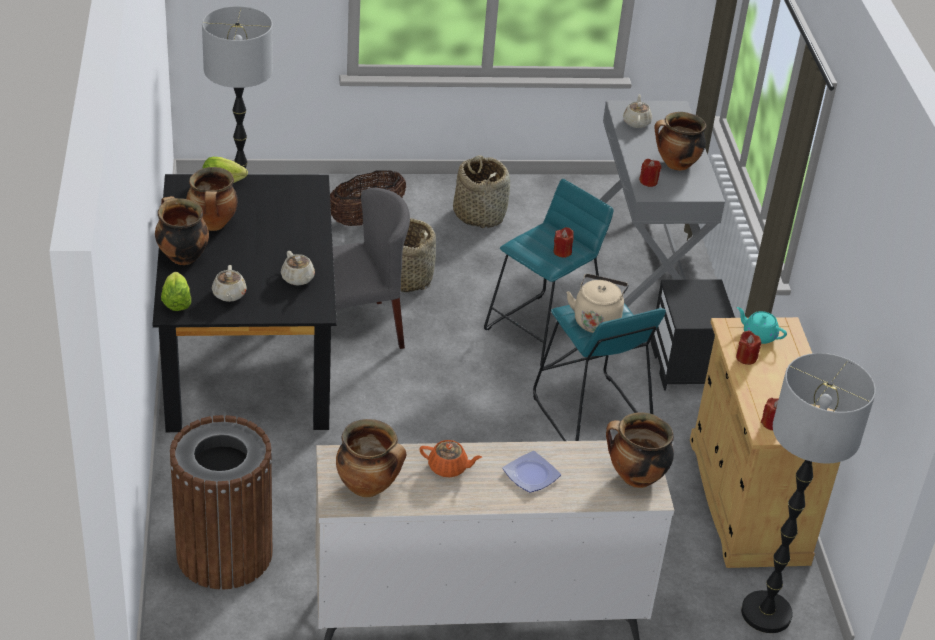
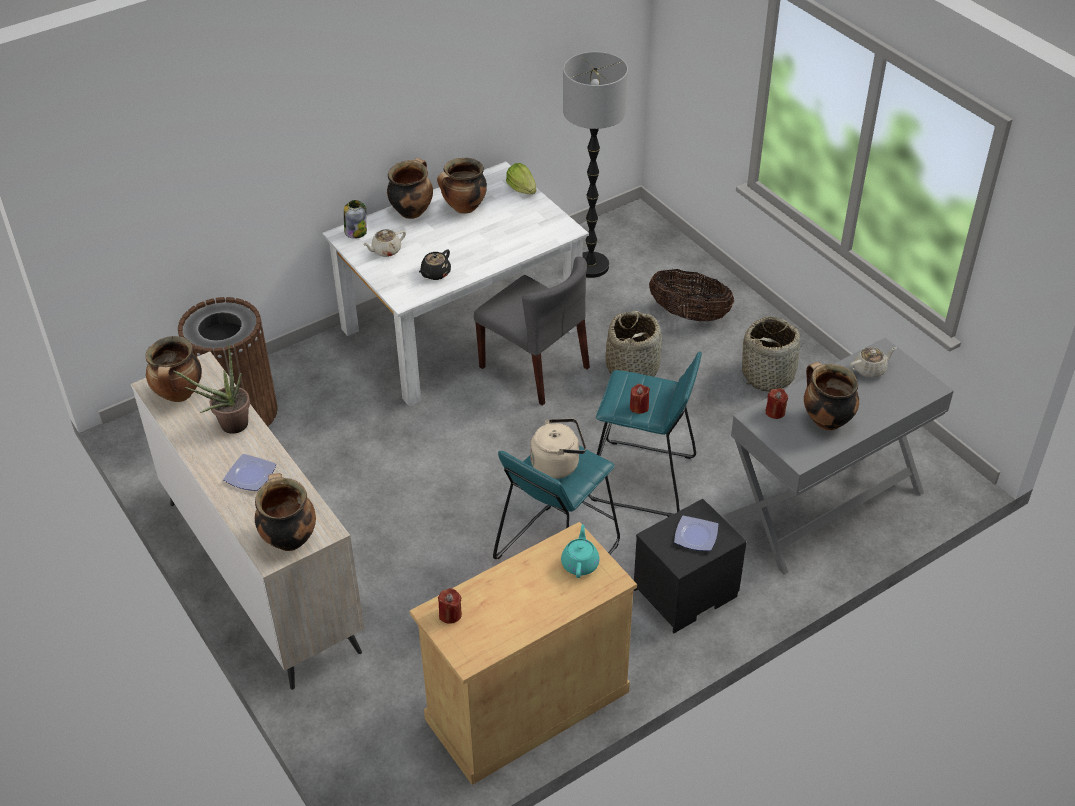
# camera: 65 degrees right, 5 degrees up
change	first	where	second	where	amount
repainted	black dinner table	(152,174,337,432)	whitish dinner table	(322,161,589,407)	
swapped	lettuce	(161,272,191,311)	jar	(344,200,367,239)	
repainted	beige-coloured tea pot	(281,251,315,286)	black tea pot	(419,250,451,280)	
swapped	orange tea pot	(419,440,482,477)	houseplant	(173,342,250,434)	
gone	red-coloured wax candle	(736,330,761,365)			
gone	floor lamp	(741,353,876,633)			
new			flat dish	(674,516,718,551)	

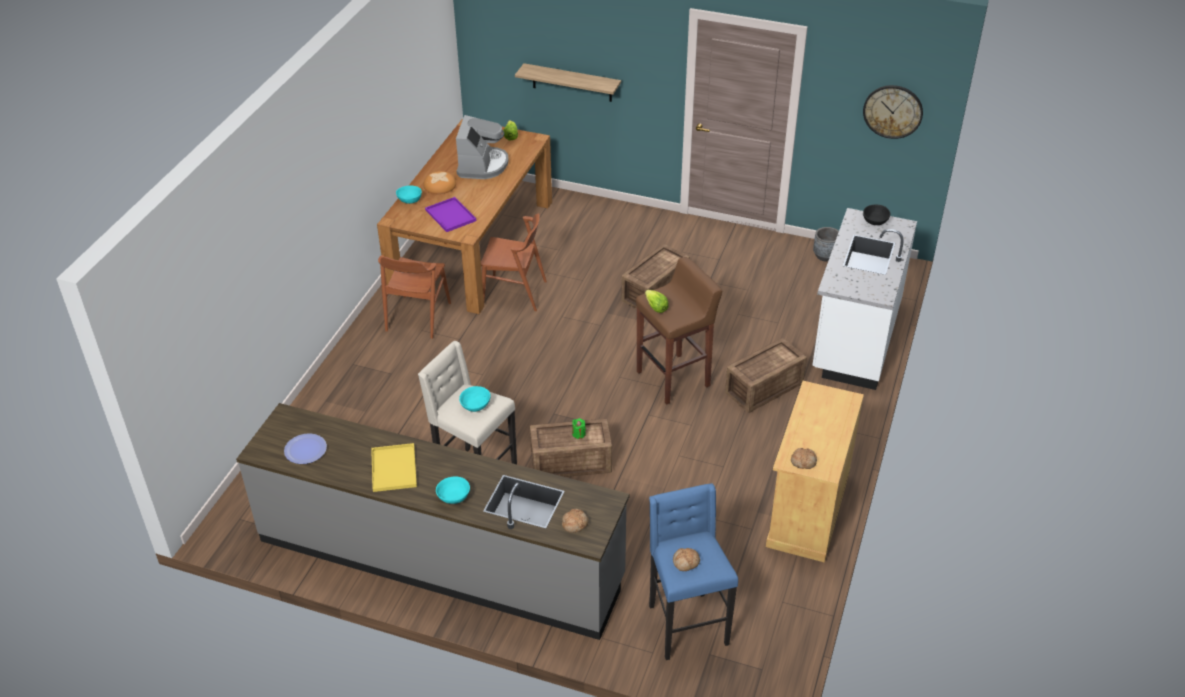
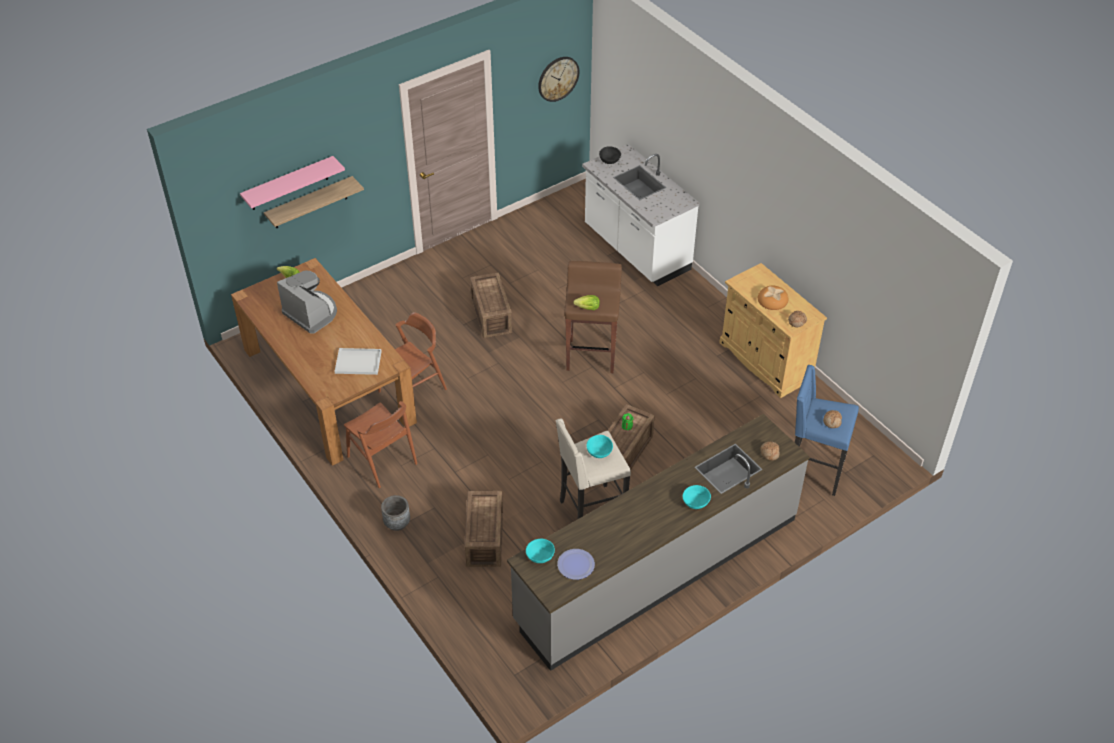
# camera: 55 degrees left, 5 degrees up
change	first	where	second	where	amount
gone	yellowish carrying tray	(371,443,417,492)			
shifted	blue-green bowl	(396,185,422,204)		(526,539,555,563)	
shifted	baked bread	(423,171,456,194)		(758,286,788,310)	
repainted	purple carrying tray	(425,197,476,232)	whitish carrying tray	(335,348,382,375)	
shifted	shipping crate	(725,338,807,413)		(464,491,503,567)	
shifted	gray plant pot	(813,227,839,262)		(381,495,410,531)	
new			pink-coloured shelf	(240,156,345,210)	

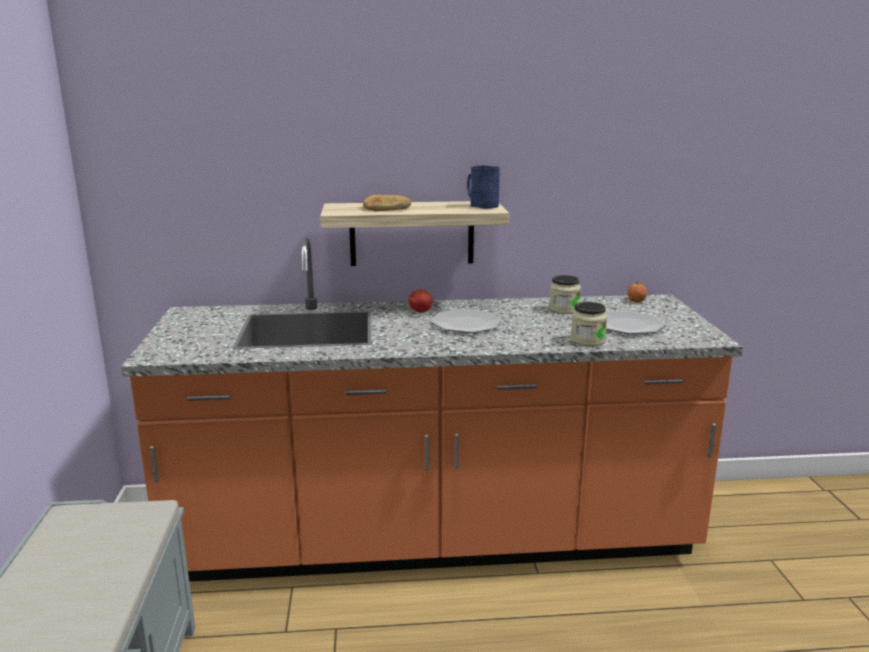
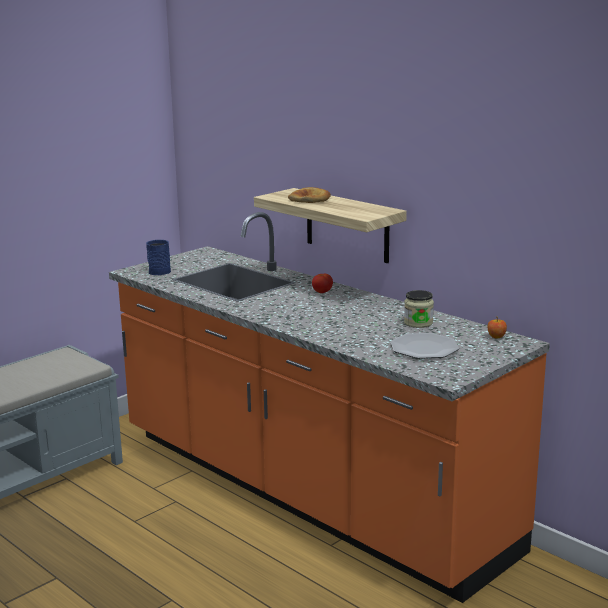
# camera: 50 degrees right, 0 degrees up
change	first	where	second	where	amount
gone	flat dish	(431,309,502,333)			
shifted	blue-coloured tea mug	(467,165,500,209)		(146,240,171,275)	
gone	jar	(571,302,607,346)			

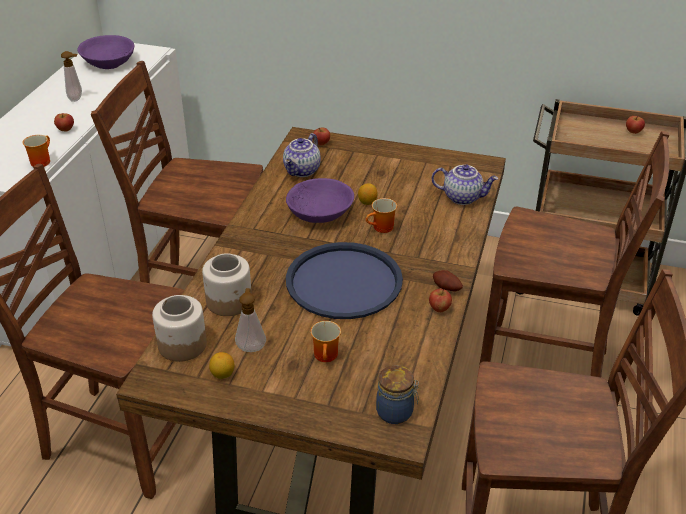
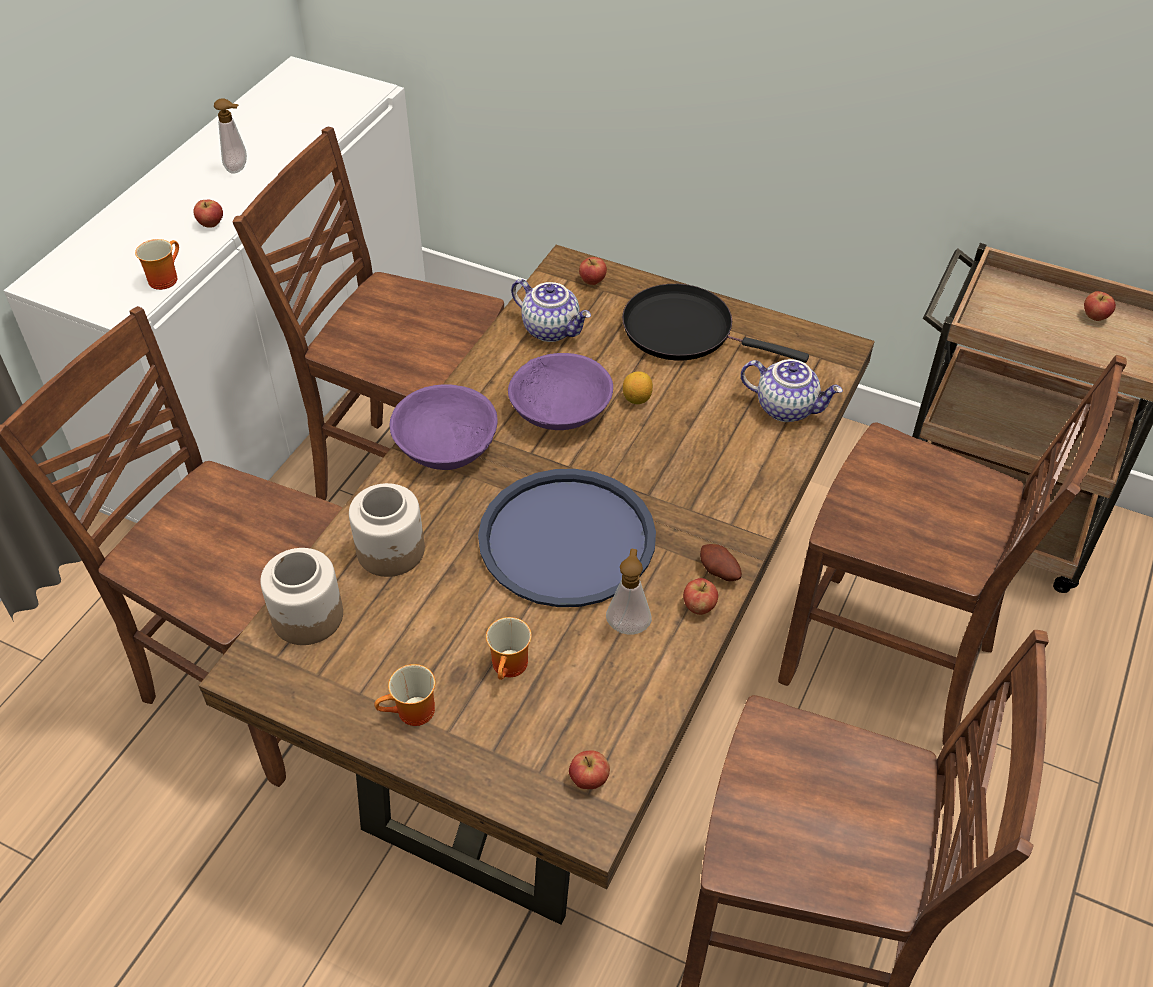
# camera: 10 degrees right, 10 degrees up
change	first	where	second	where	amount
shifted	purple bowl	(77,35,134,69)		(390,384,498,470)	
gone	citrus fruit	(209,352,235,379)			
shifted	liquid soap bottle	(235,288,266,352)		(606,549,652,634)	
rotated	tea pot	(283,133,321,177)		(511,279,591,342)	90 degrees counterclockwise
shifted	tea mug	(366,198,397,233)		(374,664,435,726)	
swapped	jar	(376,365,419,424)	apple fruit	(569,751,610,789)	
new			black pan	(622,284,809,363)	

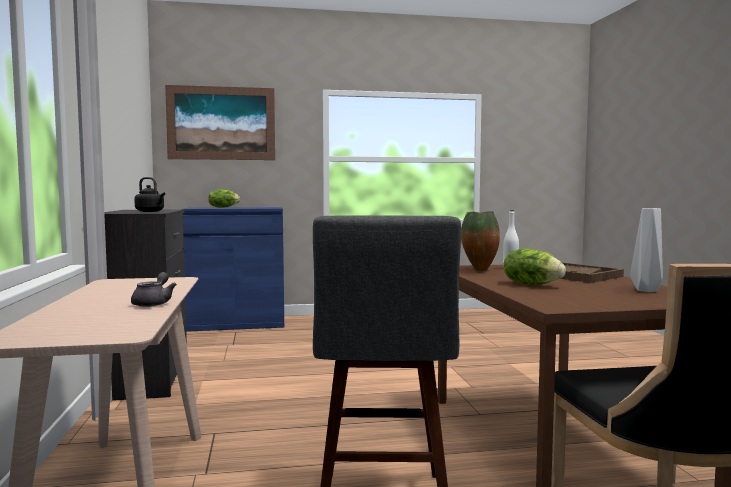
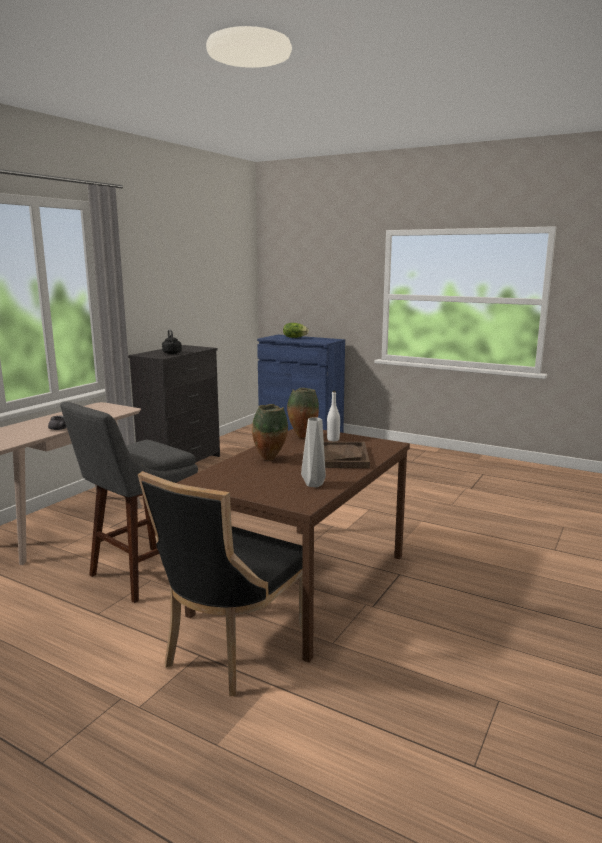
# camera: 40 degrees right, 10 degrees up
change	first	where	second	where	amount
gone	picture	(165,85,275,160)			
swapped	lettuce	(504,248,566,285)	decorative vase	(252,404,288,460)	

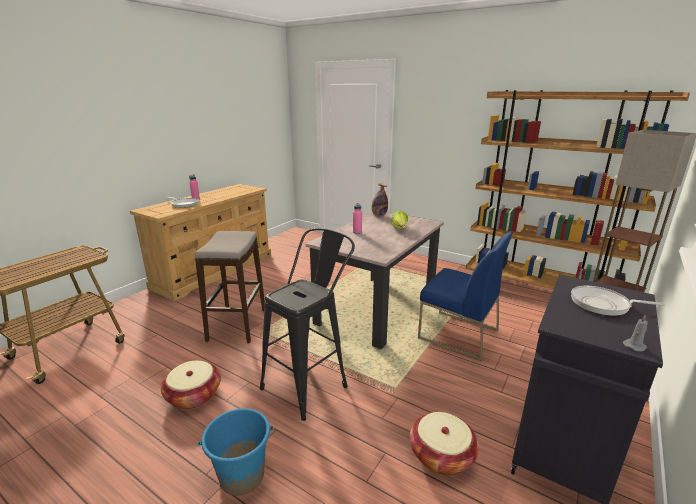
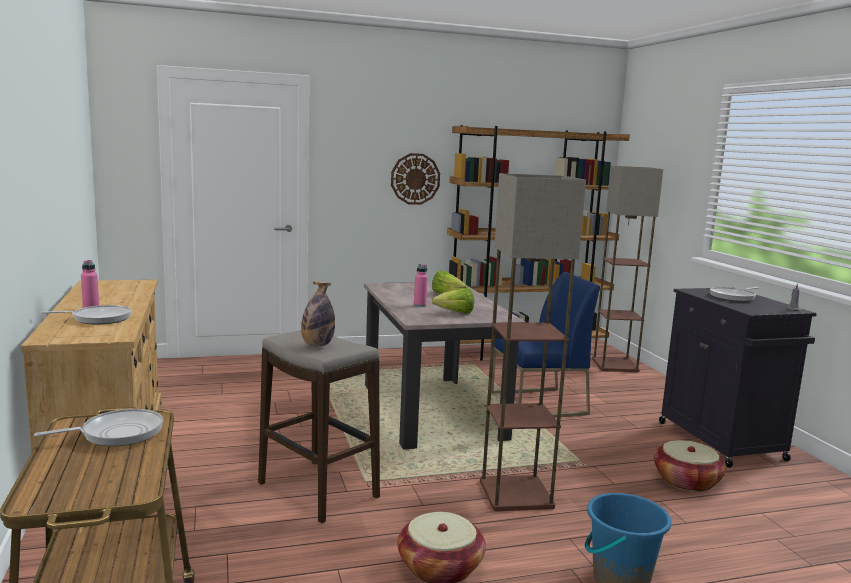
# camera: 50 degrees left, 10 degrees down
change	first	where	second	where	amount
swapped	black stool seat	(260,228,355,421)	floor lamp	(480,173,586,511)	
shifted	bottle	(372,184,388,216)		(301,281,335,346)	
new			pan	(34,409,163,446)	
new			clock on the wall	(391,153,440,205)	
new			lettuce	(432,288,474,314)	

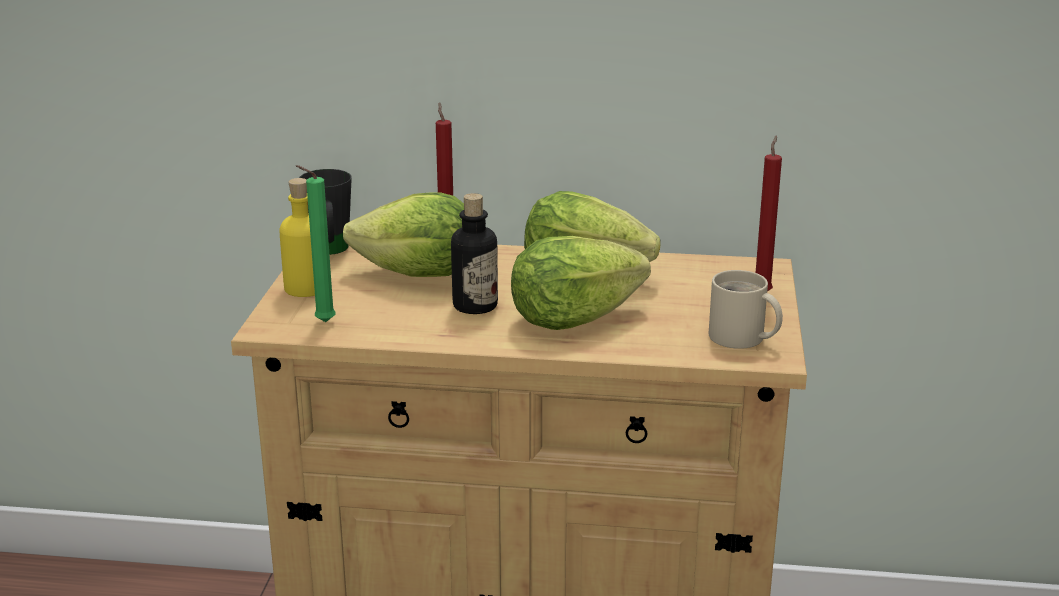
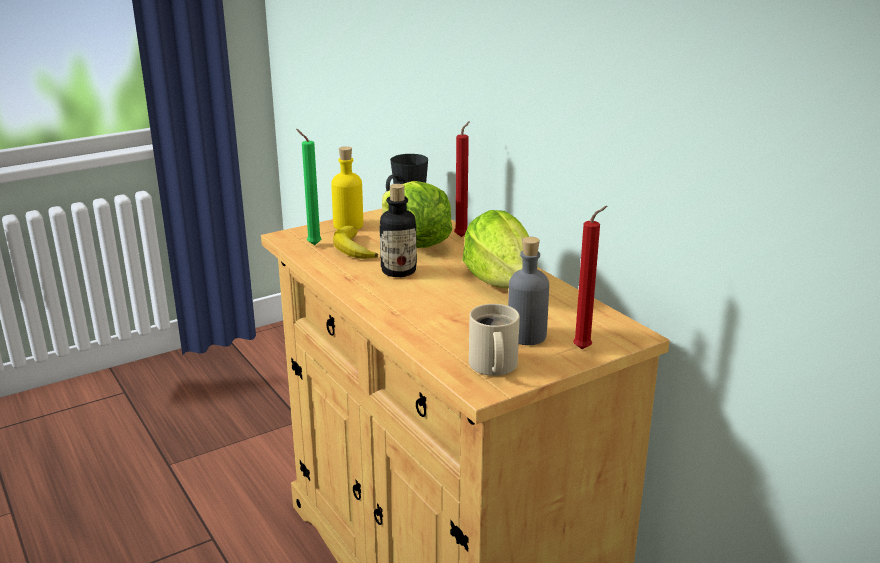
# camera: 50 degrees right, 0 degrees up
change	first	where	second	where	amount
gone	lettuce	(511,236,651,330)			
new			banana	(333,226,378,259)	
new			gray bottle	(508,237,549,345)	

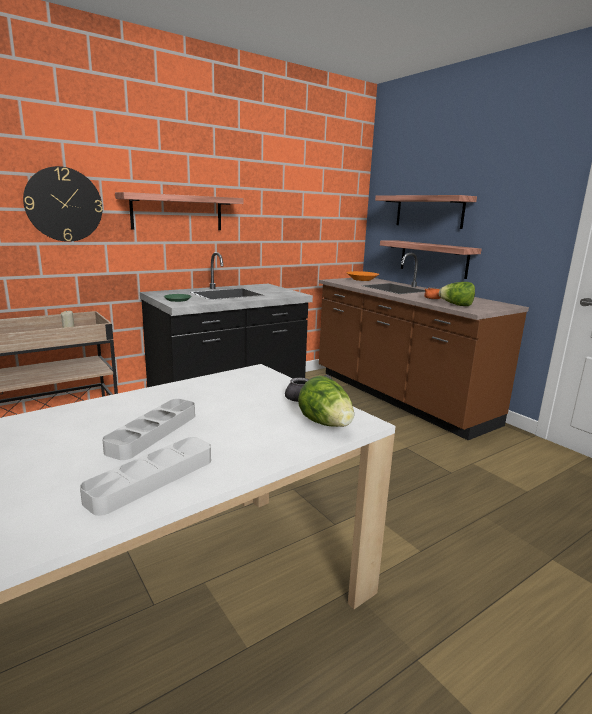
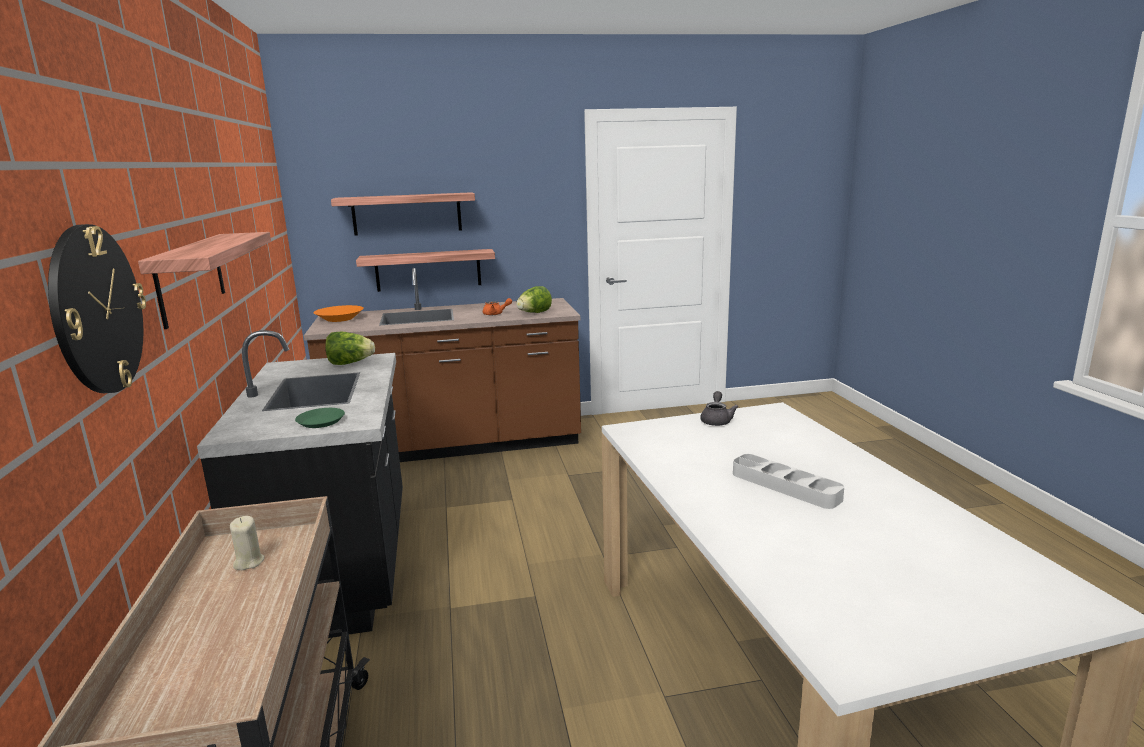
# camera: 65 degrees left, 0 degrees up
change	first	where	second	where	amount
gone	gray carrying tray	(80,437,211,516)			
shifted	lettuce	(298,376,354,427)		(325,332,375,365)	

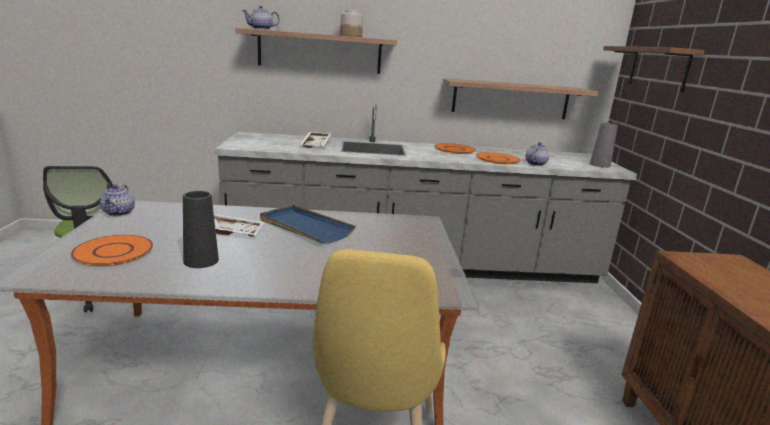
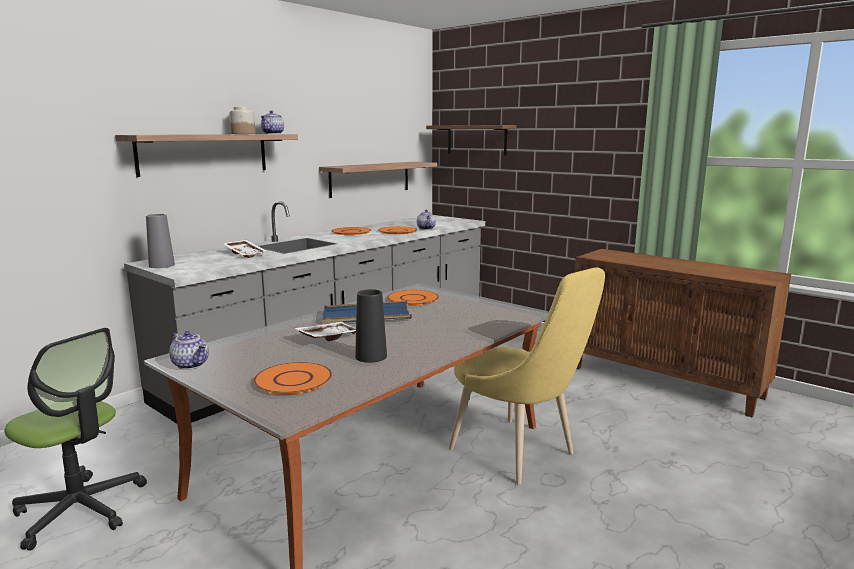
# camera: 45 degrees left, 5 degrees down
change	first	where	second	where	amount
shifted	tea pot	(242,6,280,30)		(261,111,284,134)	
shifted	gray decorative vase	(590,123,618,168)		(146,214,175,268)	
new			orange flat dish	(387,290,439,306)	

